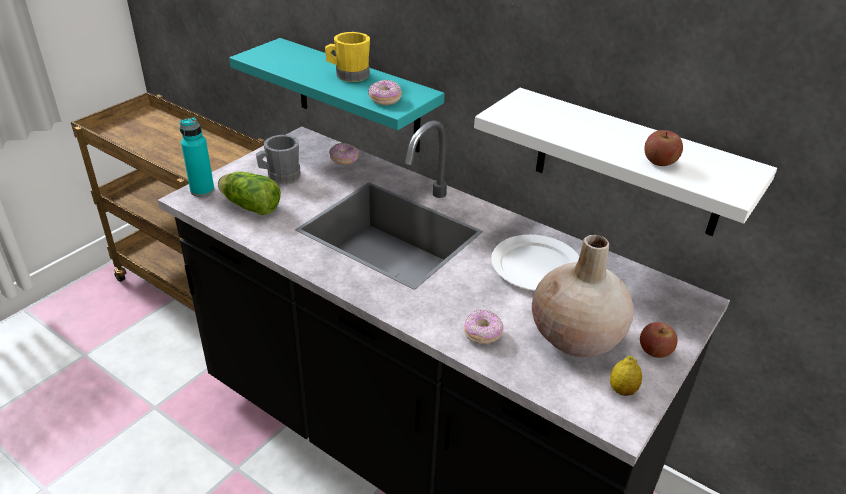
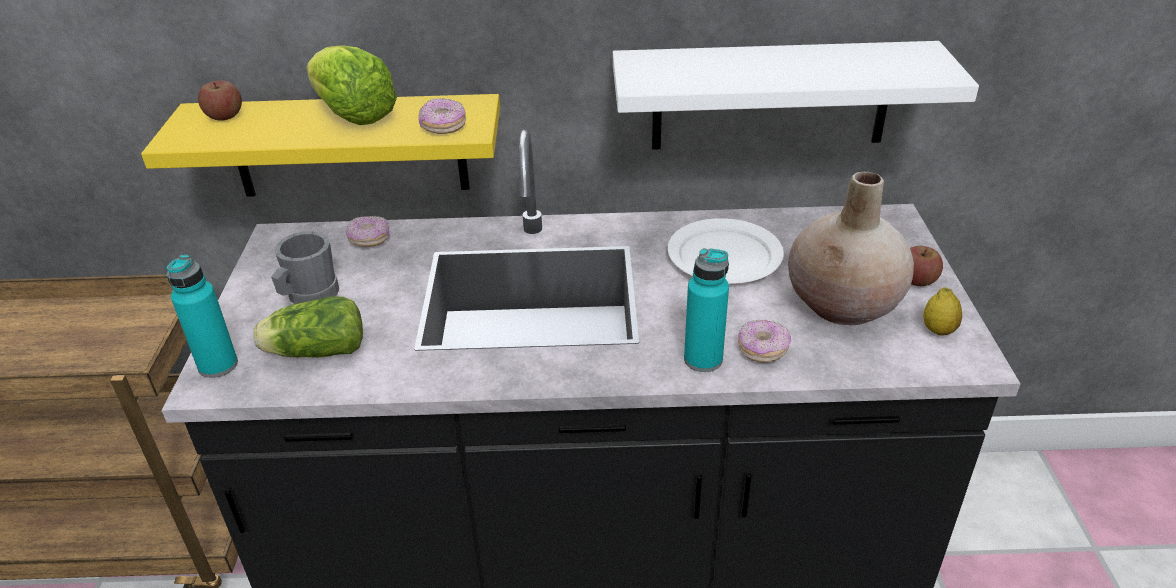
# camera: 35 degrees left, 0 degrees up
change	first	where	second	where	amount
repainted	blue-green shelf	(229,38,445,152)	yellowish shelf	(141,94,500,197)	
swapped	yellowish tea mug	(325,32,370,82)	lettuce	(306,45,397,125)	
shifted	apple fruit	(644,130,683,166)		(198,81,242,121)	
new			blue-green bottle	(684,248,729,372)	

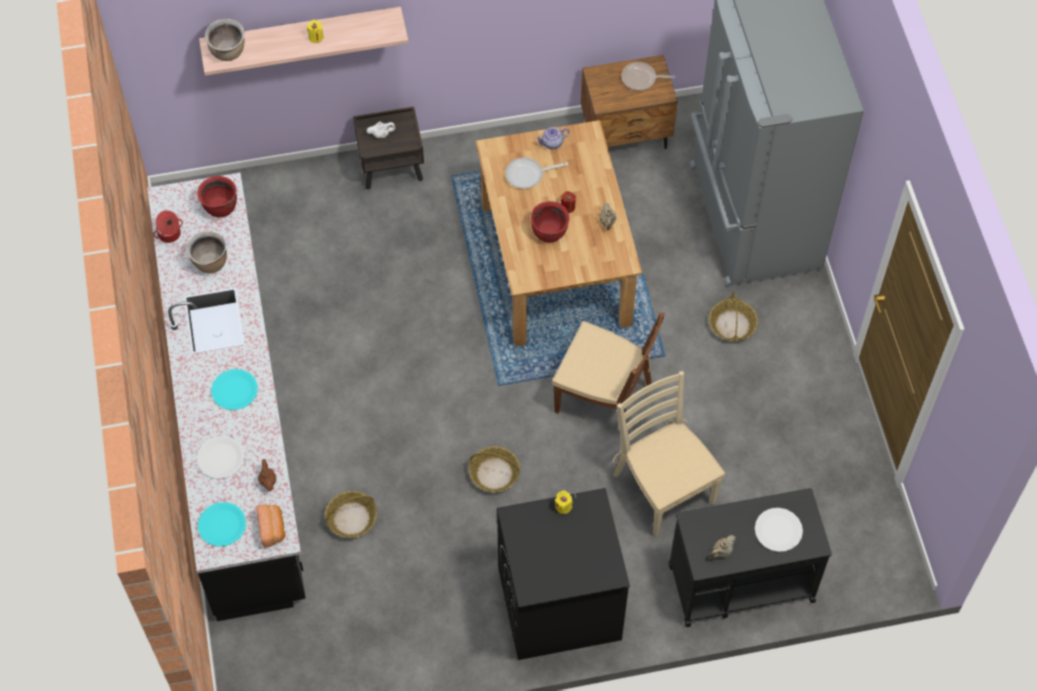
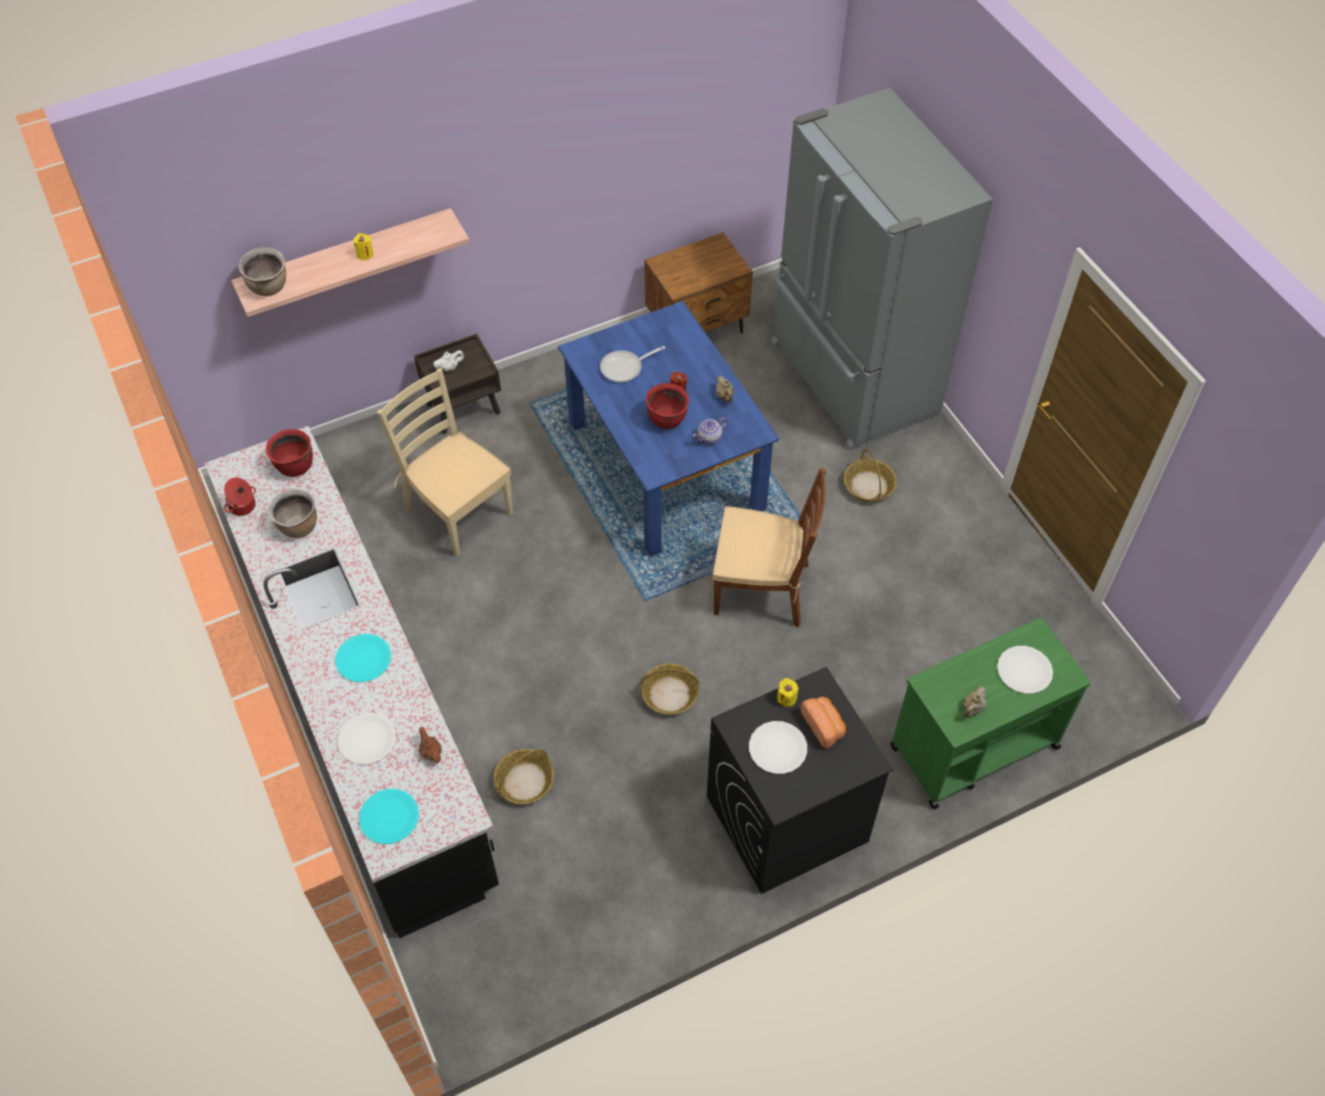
# camera: 15 degrees left, 5 degrees down
change	first	where	second	where	amount
shifted	baked bread	(256,505,285,548)		(800,697,846,749)	
repainted	brownish dinner table	(475,120,642,347)	blue-coloured dinner table	(558,301,779,557)	
shifted	tea pot	(536,127,570,149)		(693,417,727,445)	
shifted	beige-coloured chair	(612,371,725,536)		(377,368,513,557)	
gone	pan	(621,62,675,91)			
repainted	black trolley	(669,488,832,627)	green trolley	(891,618,1091,809)	
new			whitish flat dish	(749,721,807,774)	

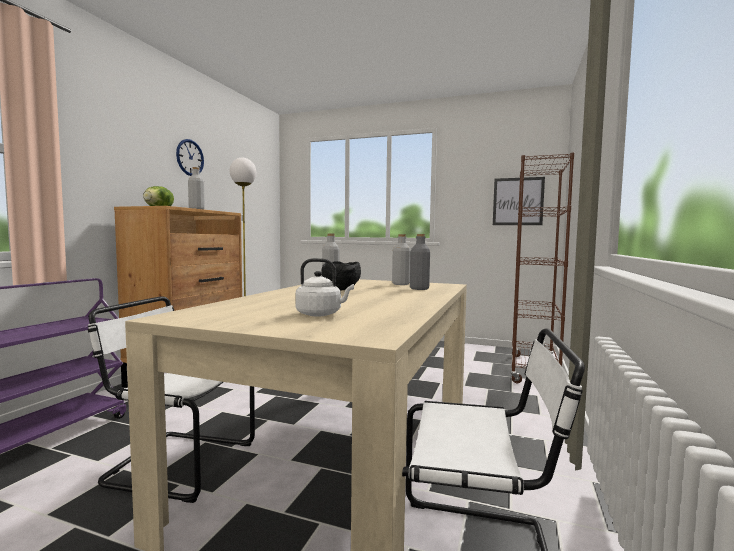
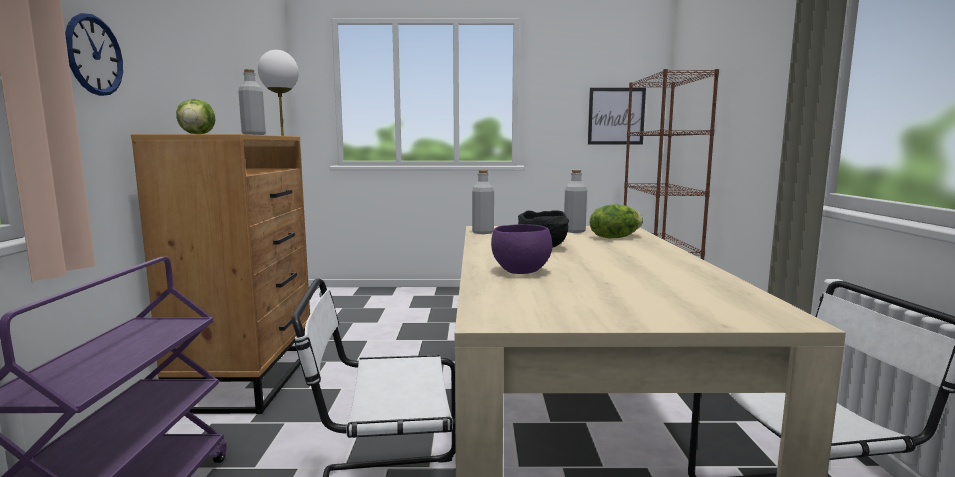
# camera: 20 degrees left, 5 degrees up
change	first	where	second	where	amount
shifted	clock on the wall	(176,139,204,176)		(65,13,123,96)	
gone	whitish kettle	(295,258,354,317)			
swapped	gray bottle	(410,234,430,290)	lettuce	(590,204,643,238)	
new			purple bowl	(491,224,552,274)	

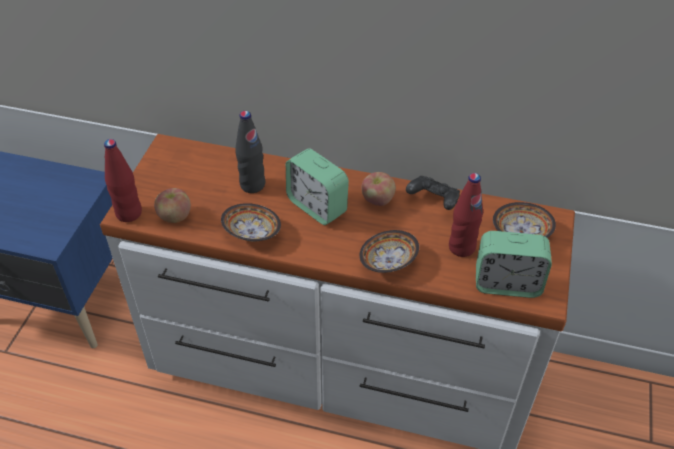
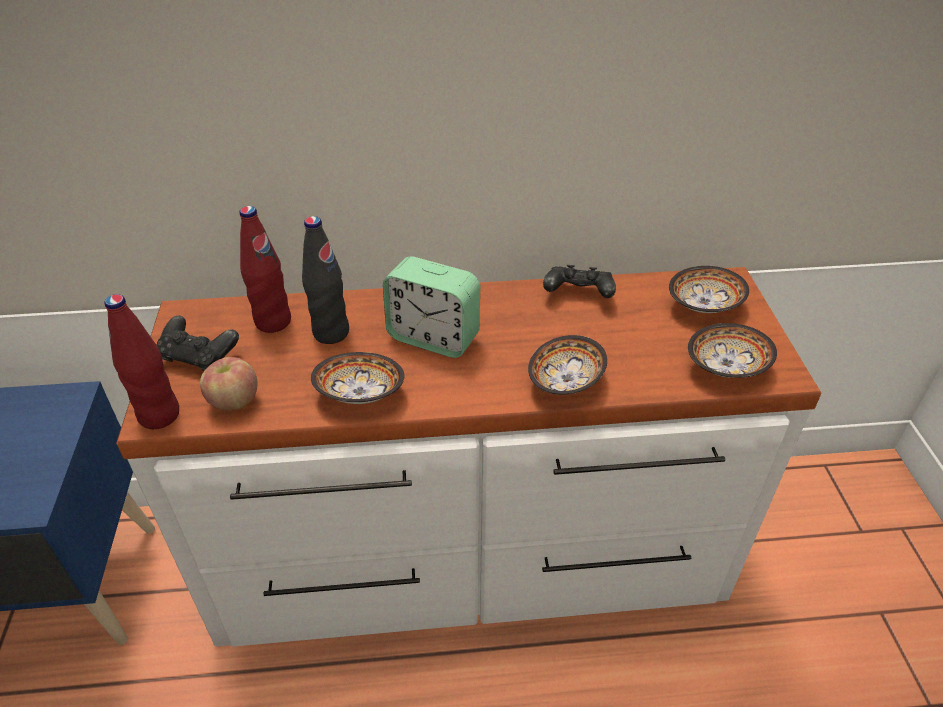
# camera: 20 degrees left, 5 degrees down
change	first	where	second	where	amount
gone	apple fruit	(362,172,396,206)			
shifted	red-coloured bottle	(449,173,483,257)		(239,206,291,333)	
swapped	bedside clock	(476,231,552,298)	bowl	(688,323,777,378)	
new			black joypad	(157,316,239,371)	

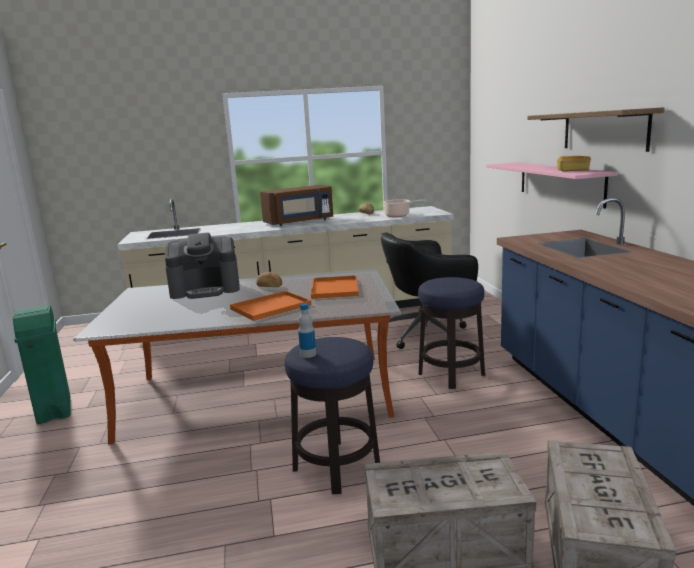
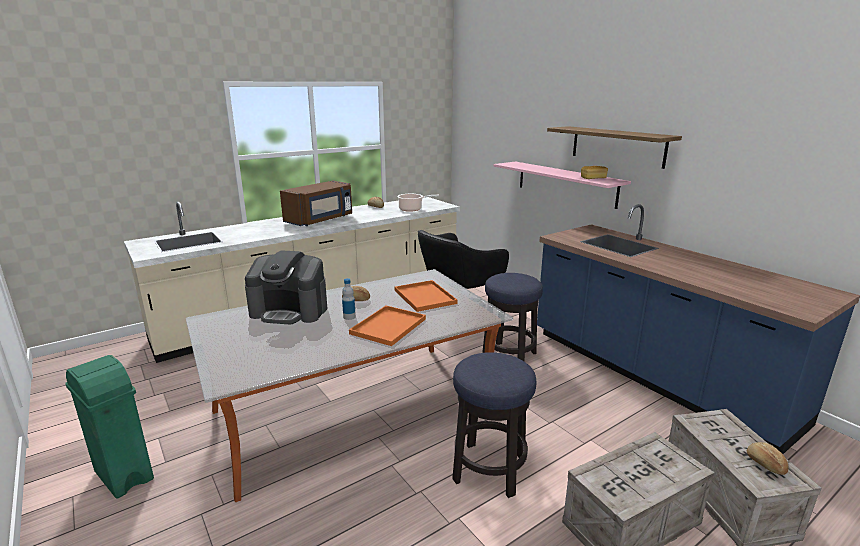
# camera: 25 degrees left, 5 degrees up
change	first	where	second	where	amount
rotated	coffee maker	(165,233,240,299)		(245,250,327,324)	45 degrees clockwise
shifted	bottle	(298,303,316,358)		(342,278,356,320)	
new			baked bread	(747,442,788,475)	

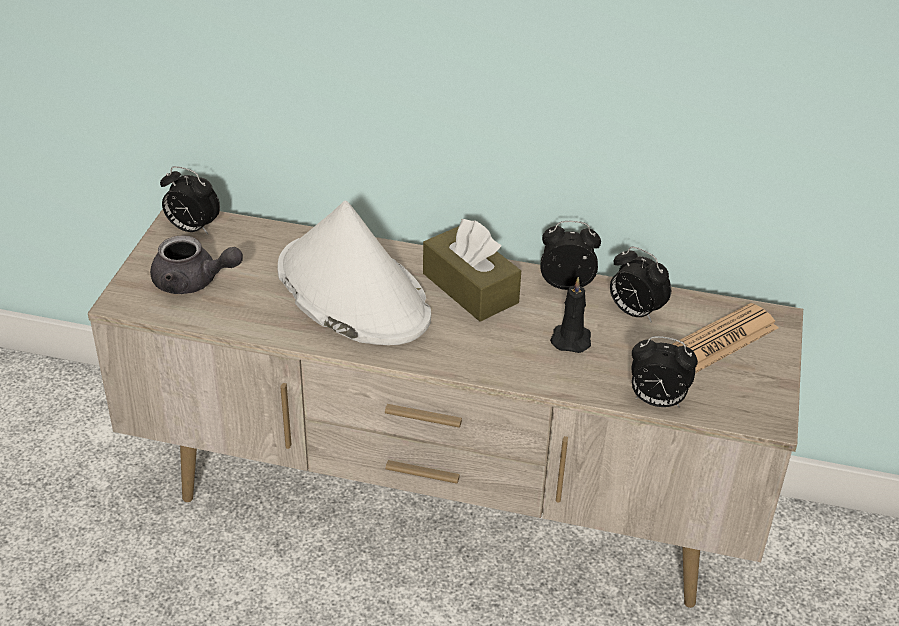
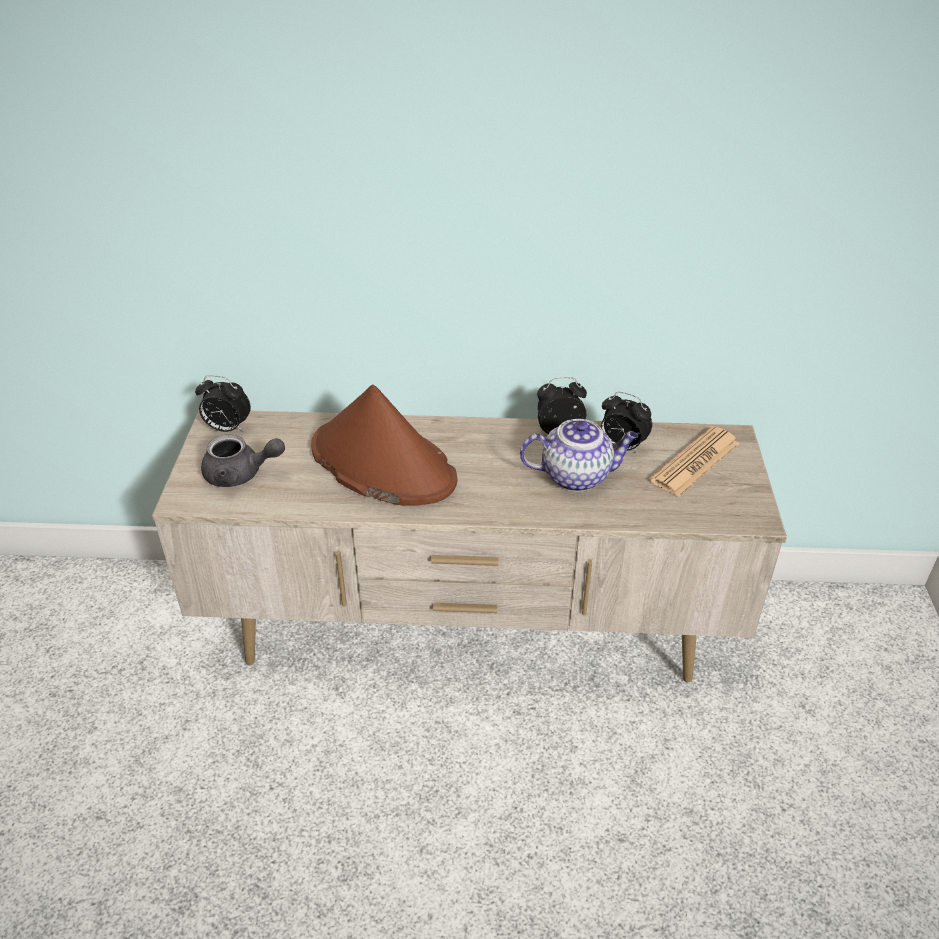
# camera: 10 degrees left, 0 degrees up
change	first	where	second	where	amount
repainted	whitish clothing hat	(277,201,431,345)	brownish clothing hat	(311,384,457,506)	
gone	brownish box of tissues	(423,219,521,322)			
swapped	black wax candle	(550,277,591,353)	tea pot	(520,419,638,492)	
gone	bedside clock	(631,336,698,408)			

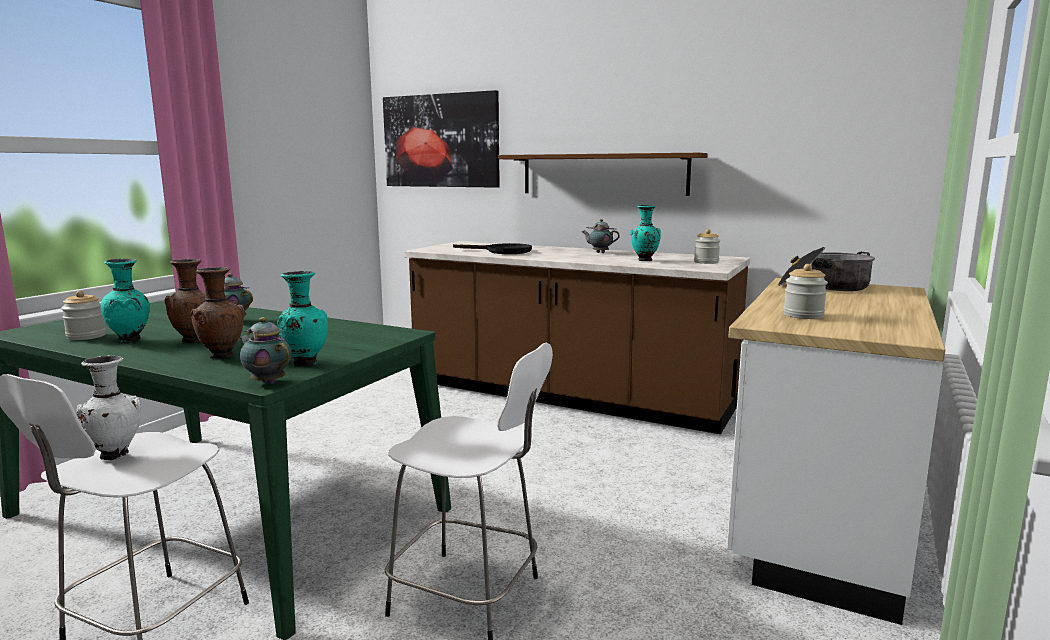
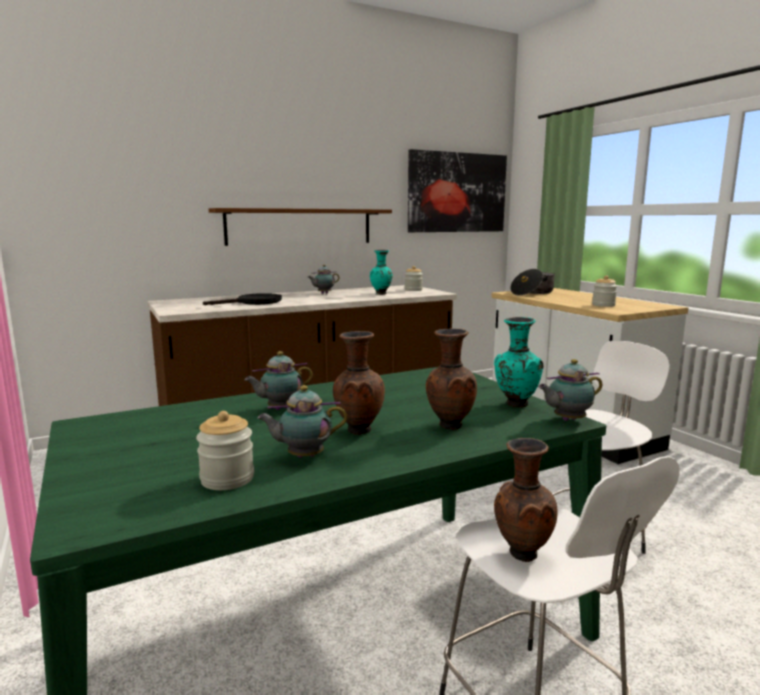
# camera: 55 degrees left, 0 degrees up
change	first	where	second	where	amount
repainted	whitish decorative vase	(76,355,141,460)	brownish decorative vase	(494,438,558,562)	
swapped	blue-green decorative vase	(101,258,150,342)	tea pot	(257,385,347,458)	
shifted	picture	(383,90,500,188)		(408,149,507,232)	

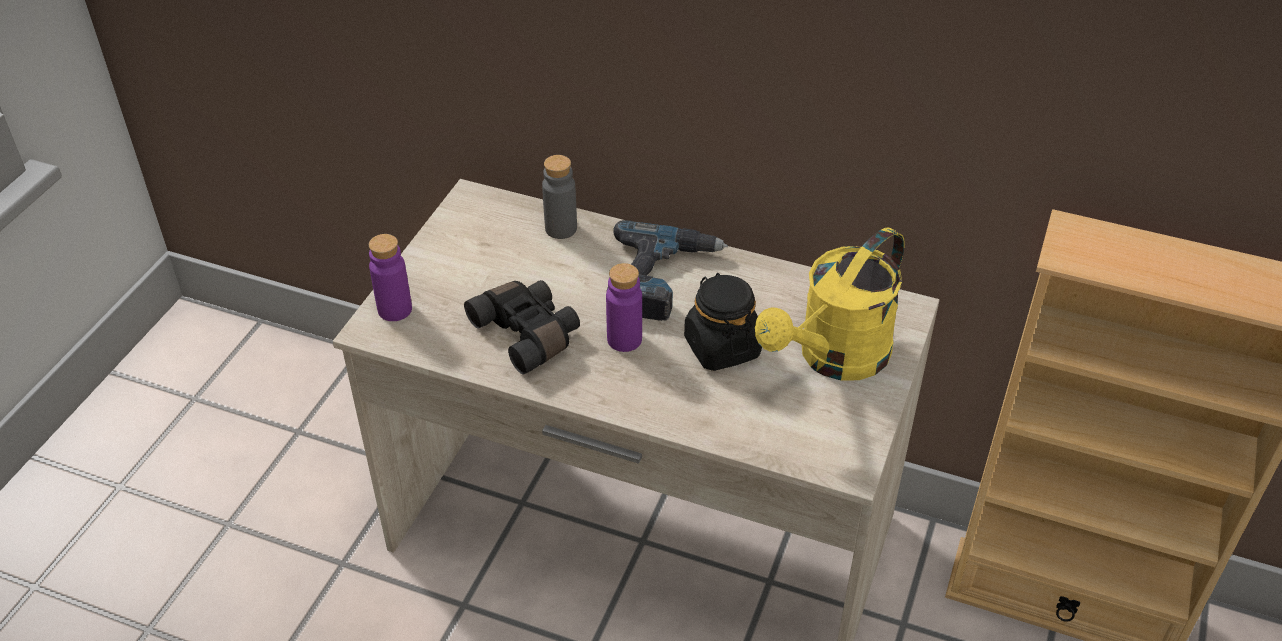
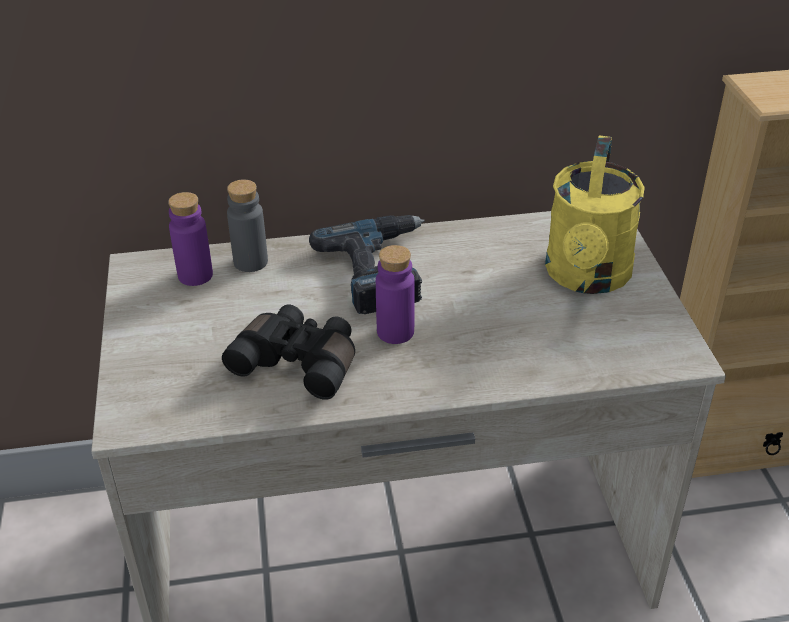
# camera: 30 degrees left, 5 degrees down
change	first	where	second	where	amount
shifted	purple bottle	(369,234,412,321)		(168,192,213,286)	
gone	black jar	(684,273,762,371)			

